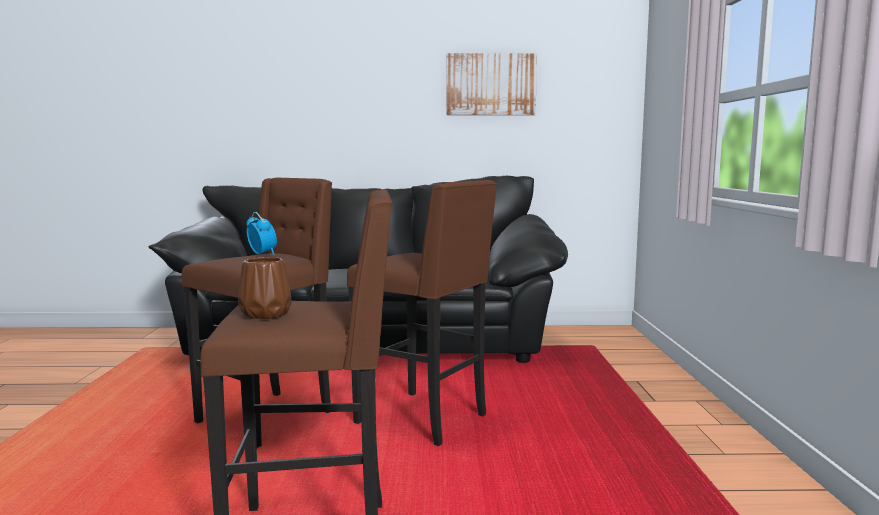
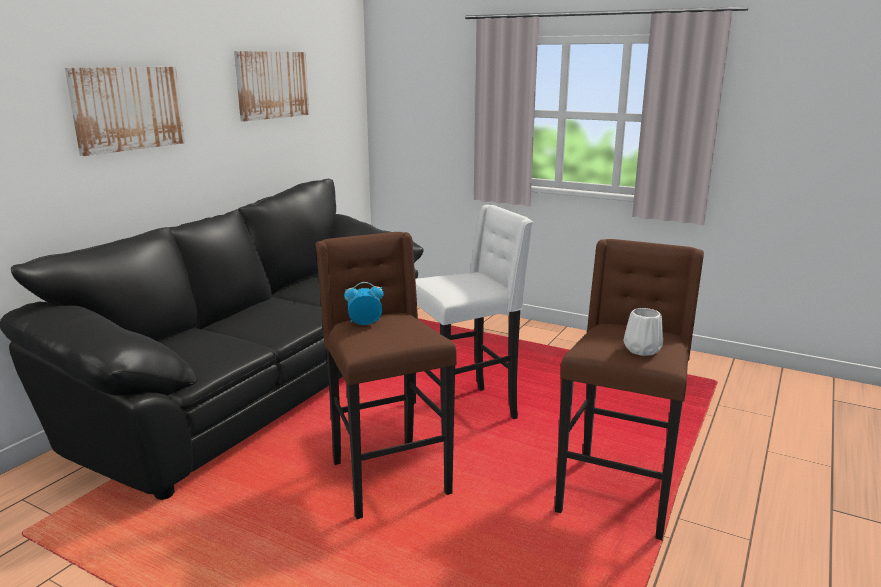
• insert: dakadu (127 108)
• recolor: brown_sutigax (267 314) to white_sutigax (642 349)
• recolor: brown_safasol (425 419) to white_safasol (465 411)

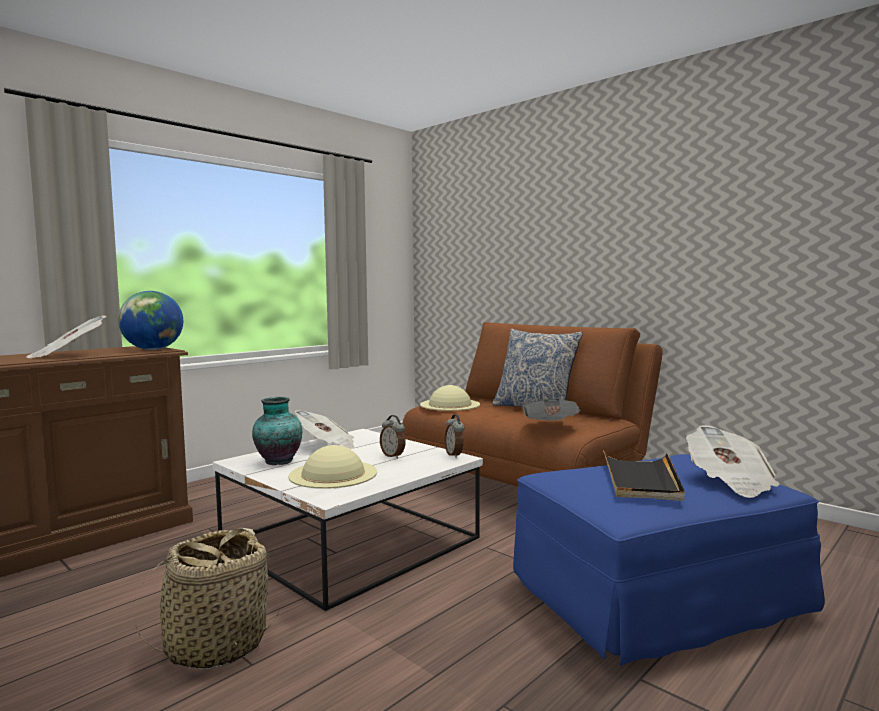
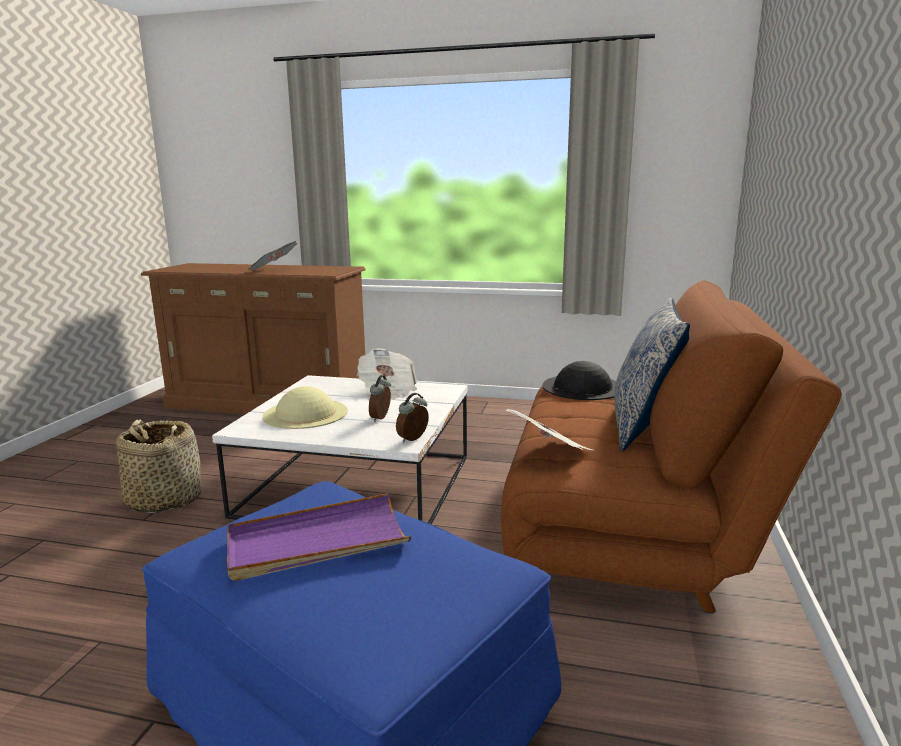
• delete: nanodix (153 349)
• delete: sutigax (277 461)
• delete: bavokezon (730 483)
• recolor: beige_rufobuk (450 404) to black_rufobuk (583 387)
• recolor: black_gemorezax (641 479) to purple_gemorezax (317 542)

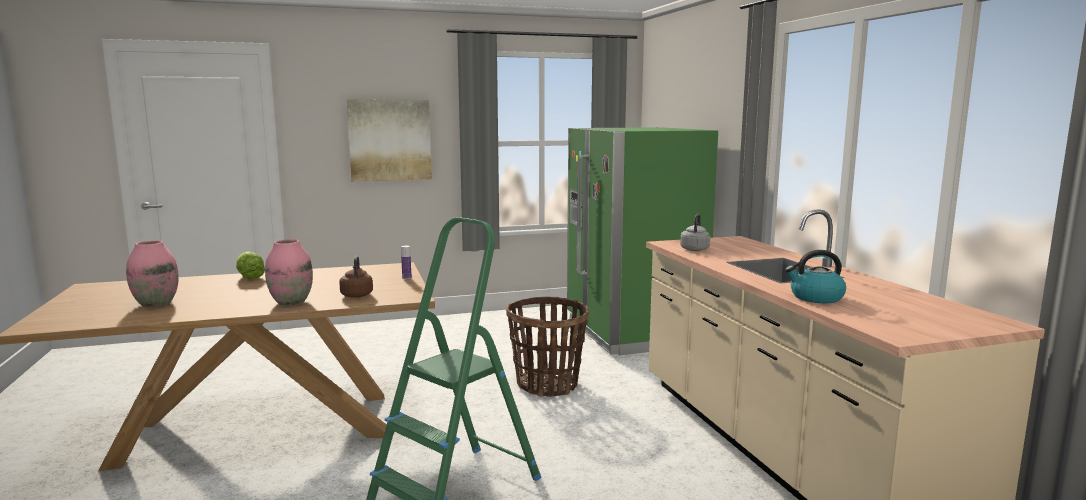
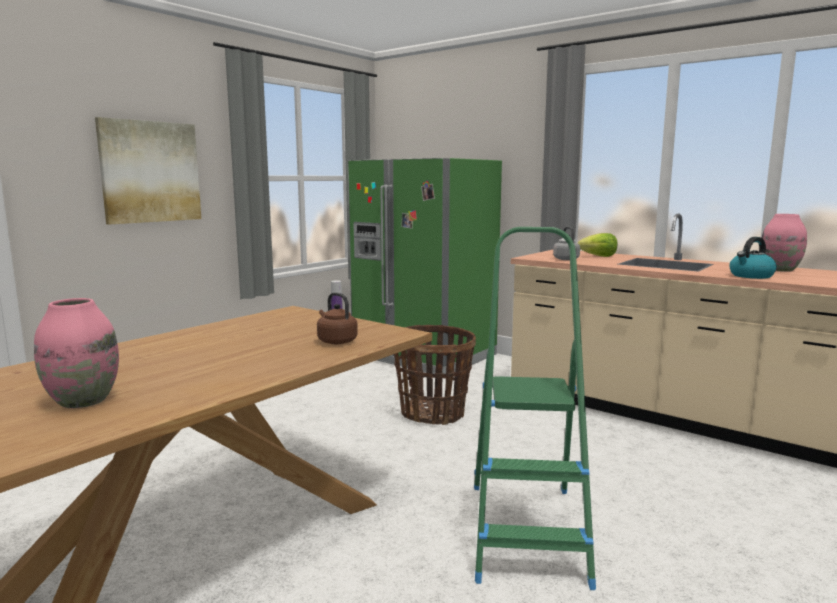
• move: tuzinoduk (249 277) to (599 256)
• move: pink_sutigax (291 302) to (780 270)

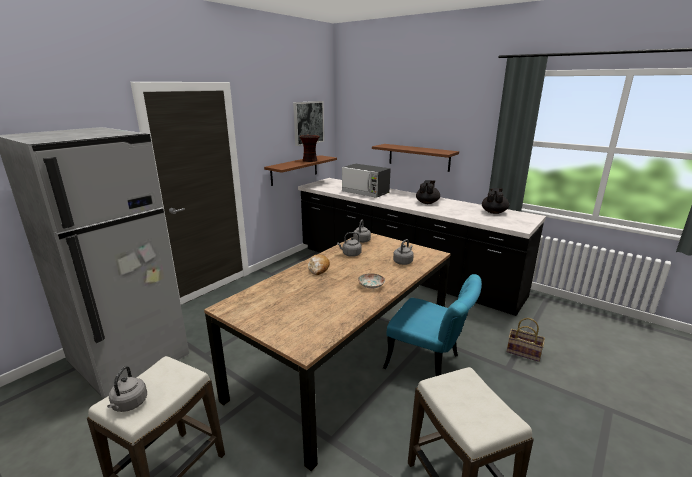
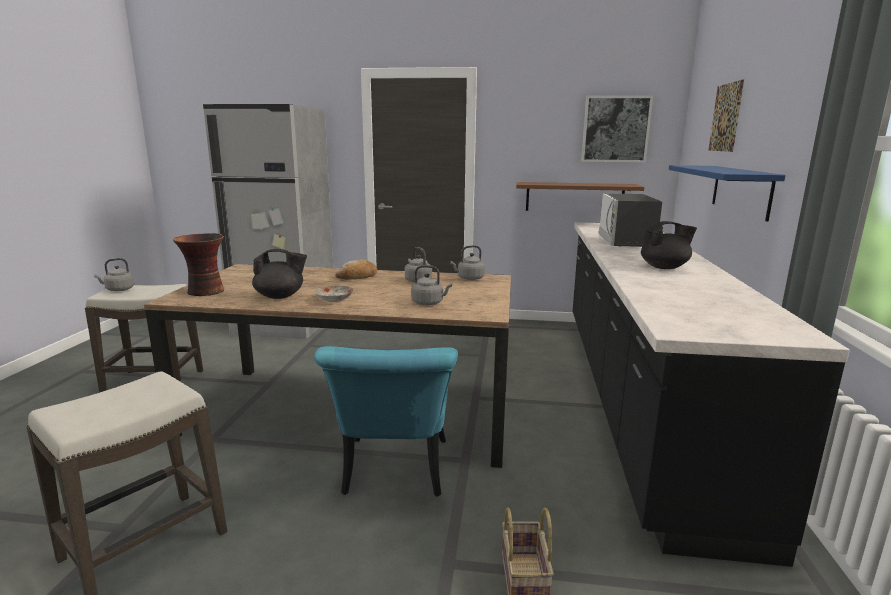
• insert: dakadu (725 117)
• move: sutigax (310 160) to (205 292)
• move: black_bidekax (494 212) to (280 296)
• recolor: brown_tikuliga (418 157) to blue_tikuliga (741 190)

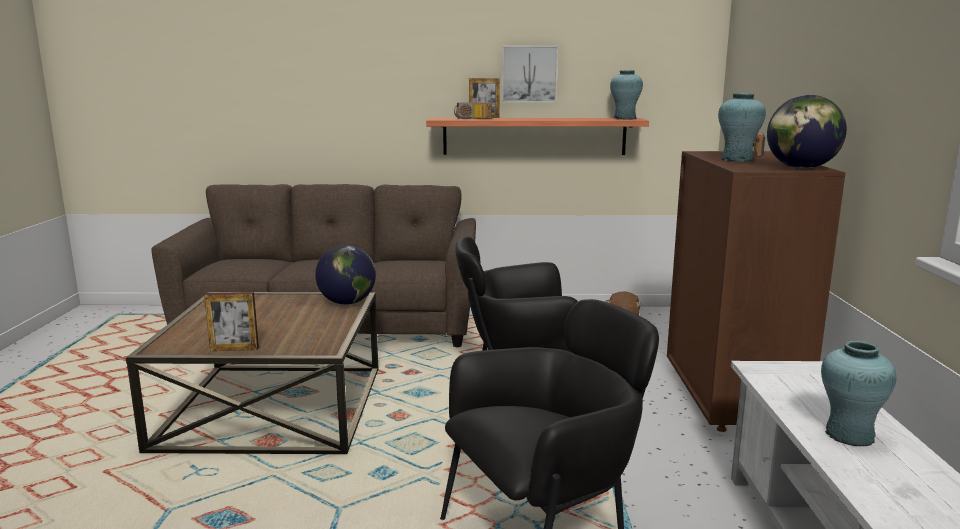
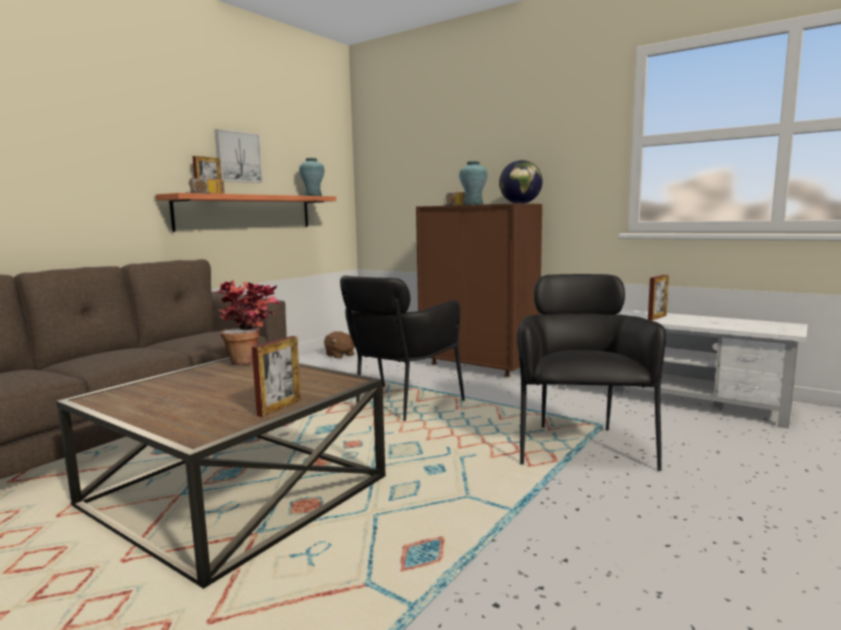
• replace: nanodix (347 302) to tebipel (252 361)
• replace: turquoise_sutigax (849 435) to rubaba (657 317)

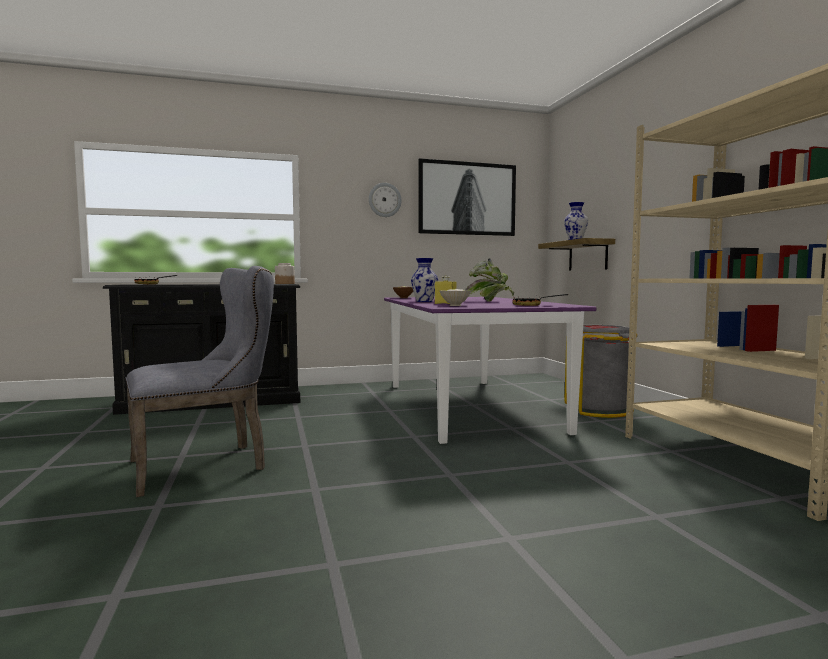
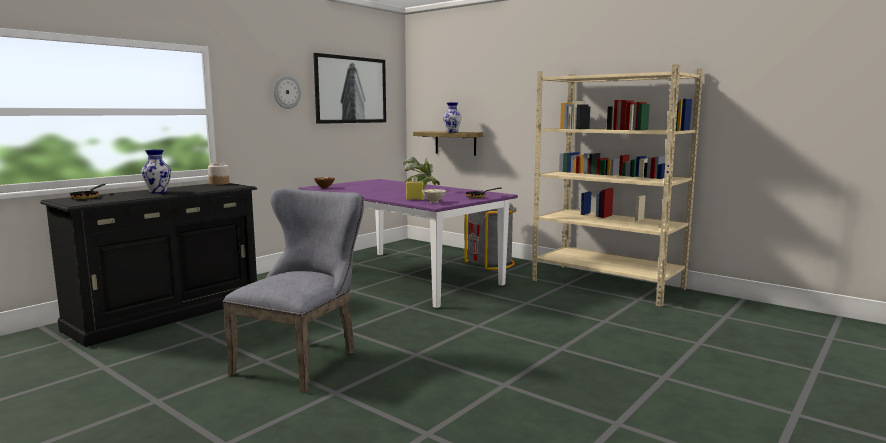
• move: sutigax (424 301) to (158 192)

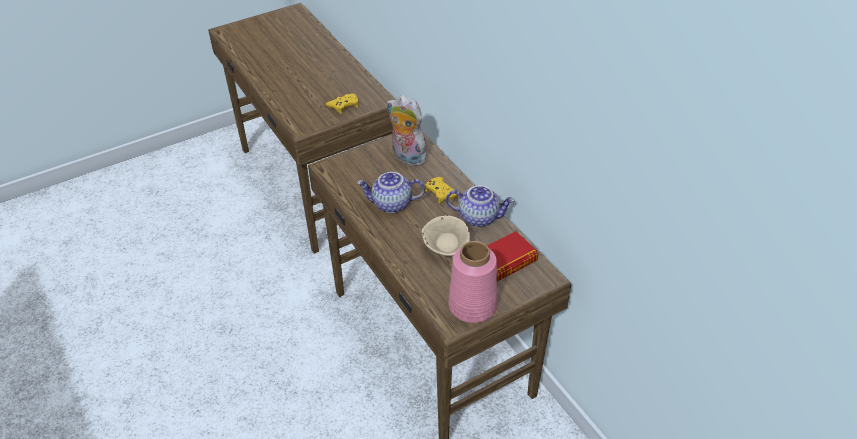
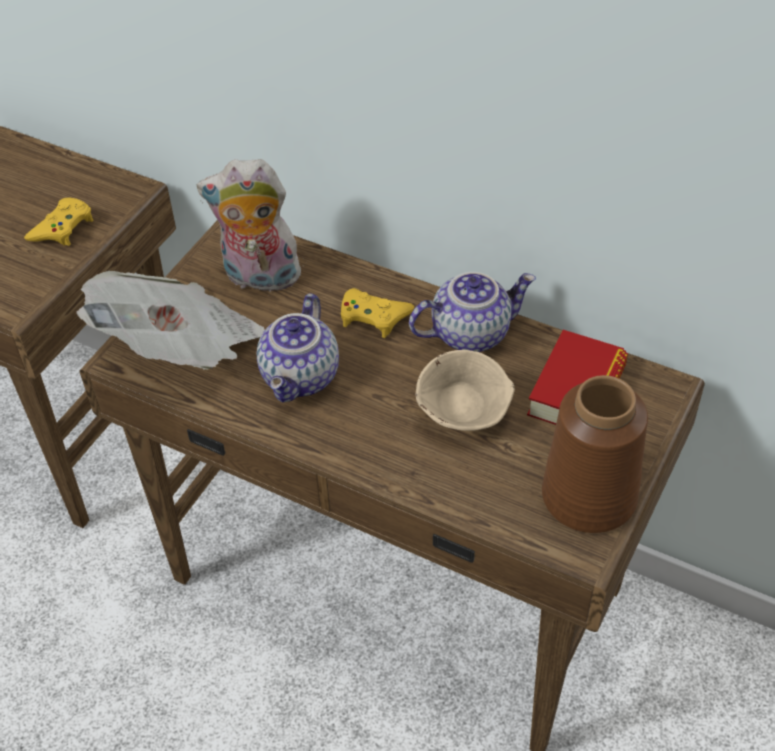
• insert: bavokezon (181 348)
• recolor: pink_sutigax (473 306) to brown_sutigax (590 496)
• rotate: bidekax (391 205) = (302 377) 45 degrees counterclockwise

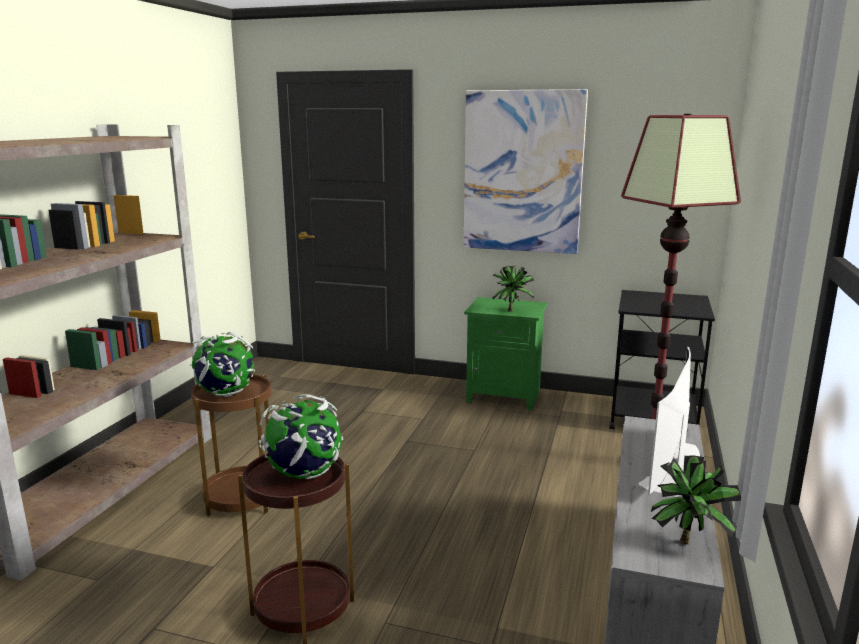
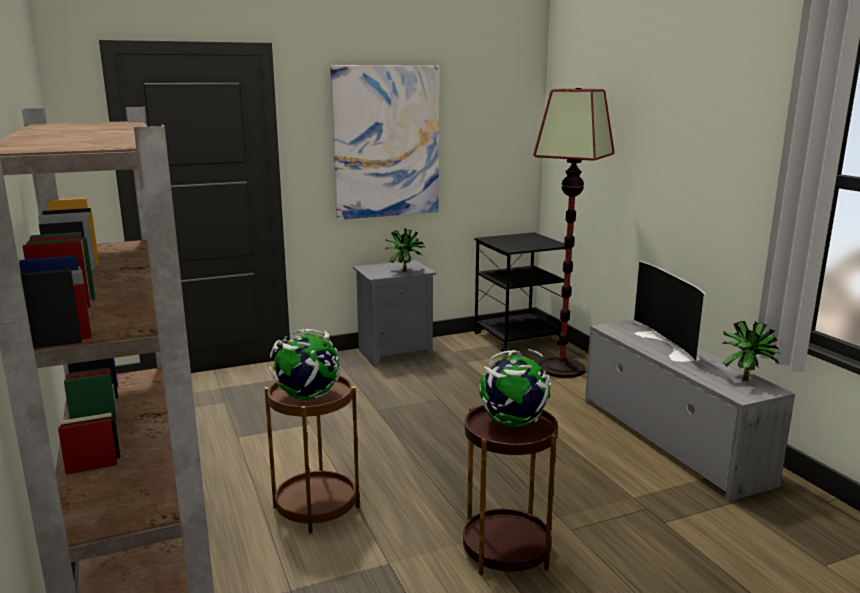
• recolor: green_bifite (505 395) to grey_bifite (395 353)

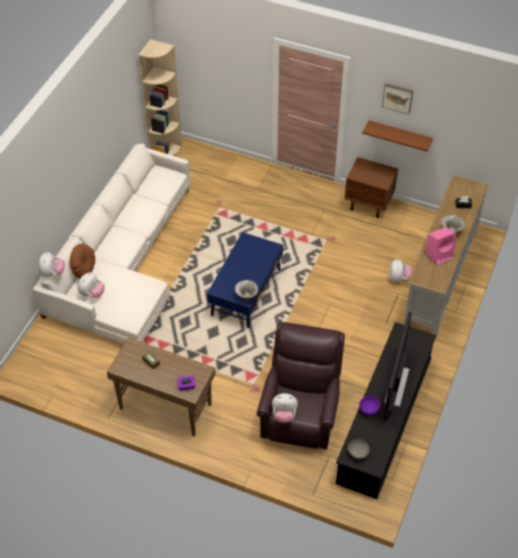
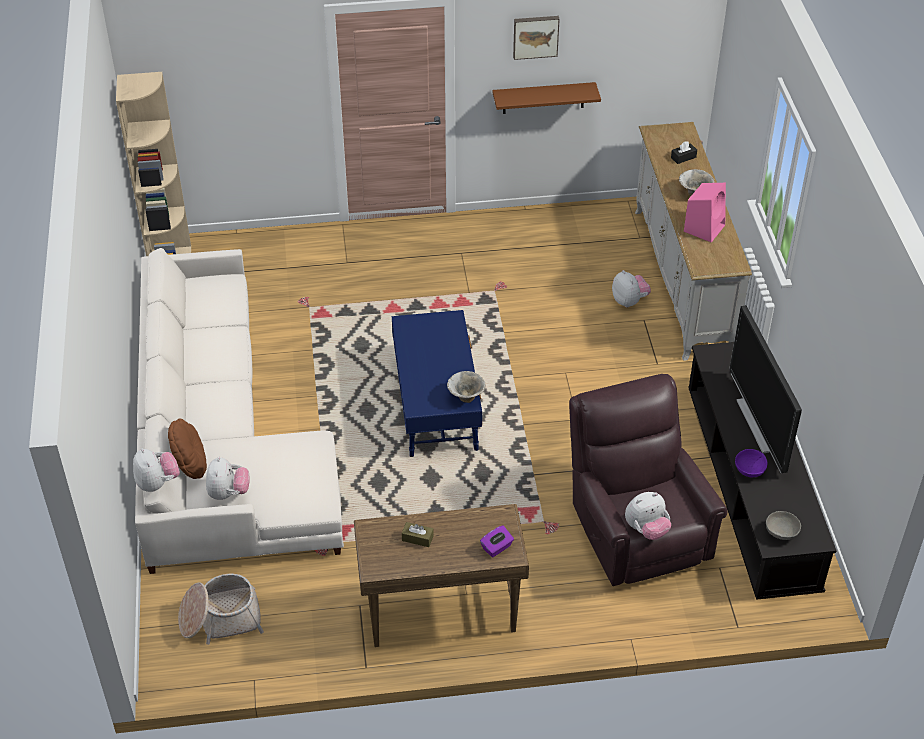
• delete: brown_bifite (369 204)
• insert: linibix (220 618)

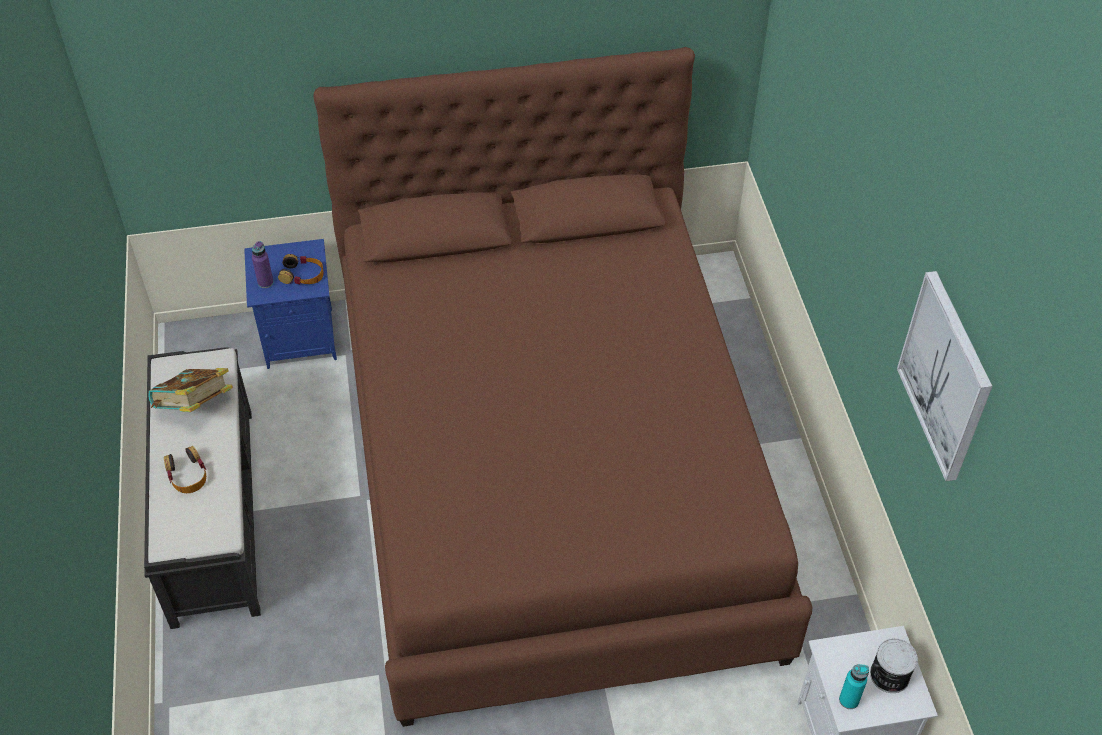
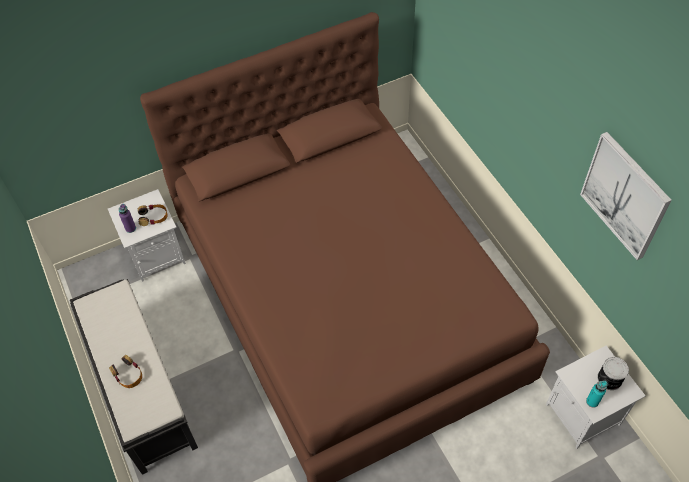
• delete: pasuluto (195 407)
• recolor: blue_bifite (302 336) to grey_bifite (157 254)

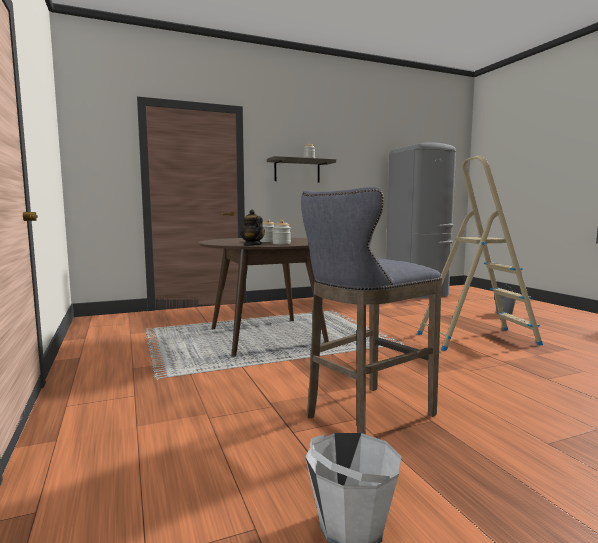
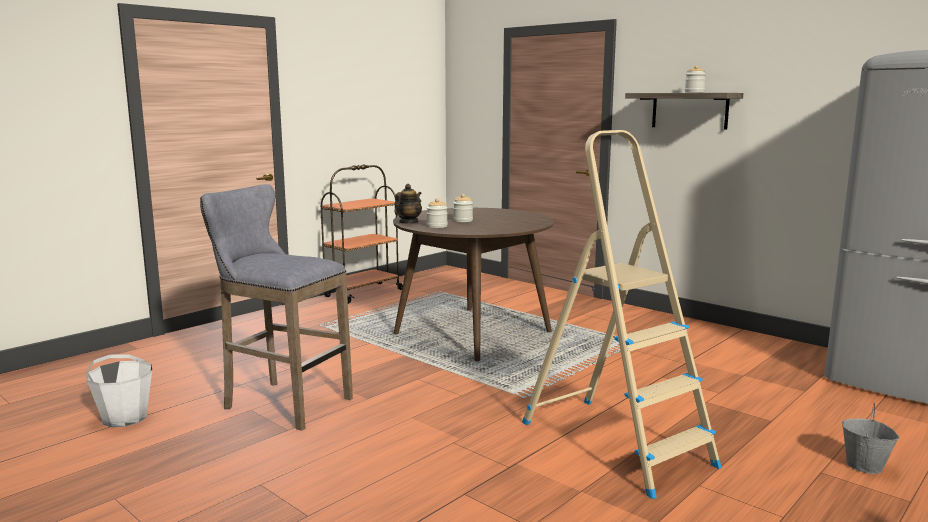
• insert: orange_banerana (362 293)

